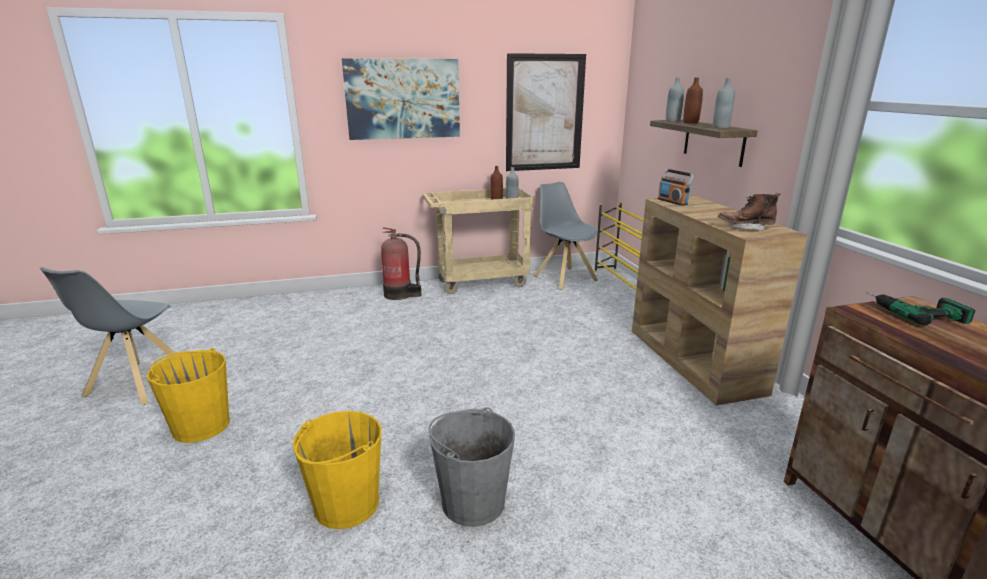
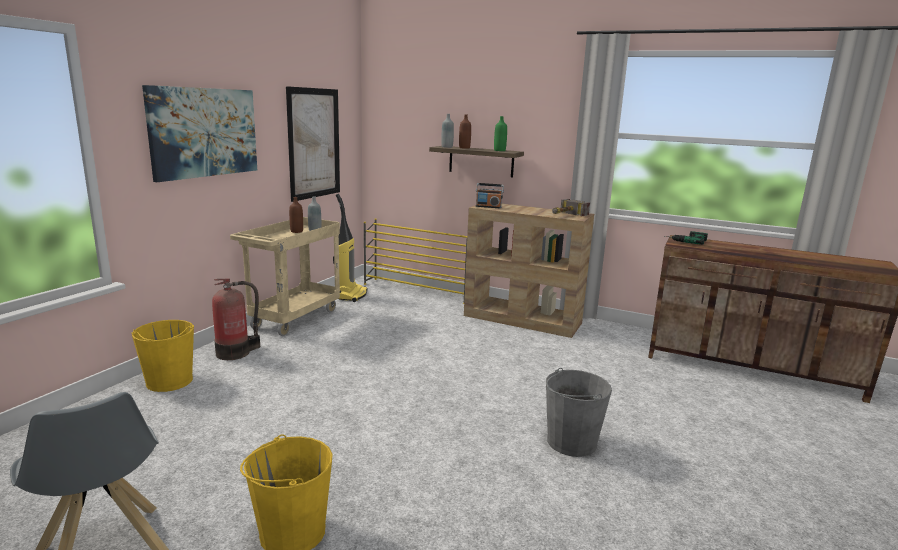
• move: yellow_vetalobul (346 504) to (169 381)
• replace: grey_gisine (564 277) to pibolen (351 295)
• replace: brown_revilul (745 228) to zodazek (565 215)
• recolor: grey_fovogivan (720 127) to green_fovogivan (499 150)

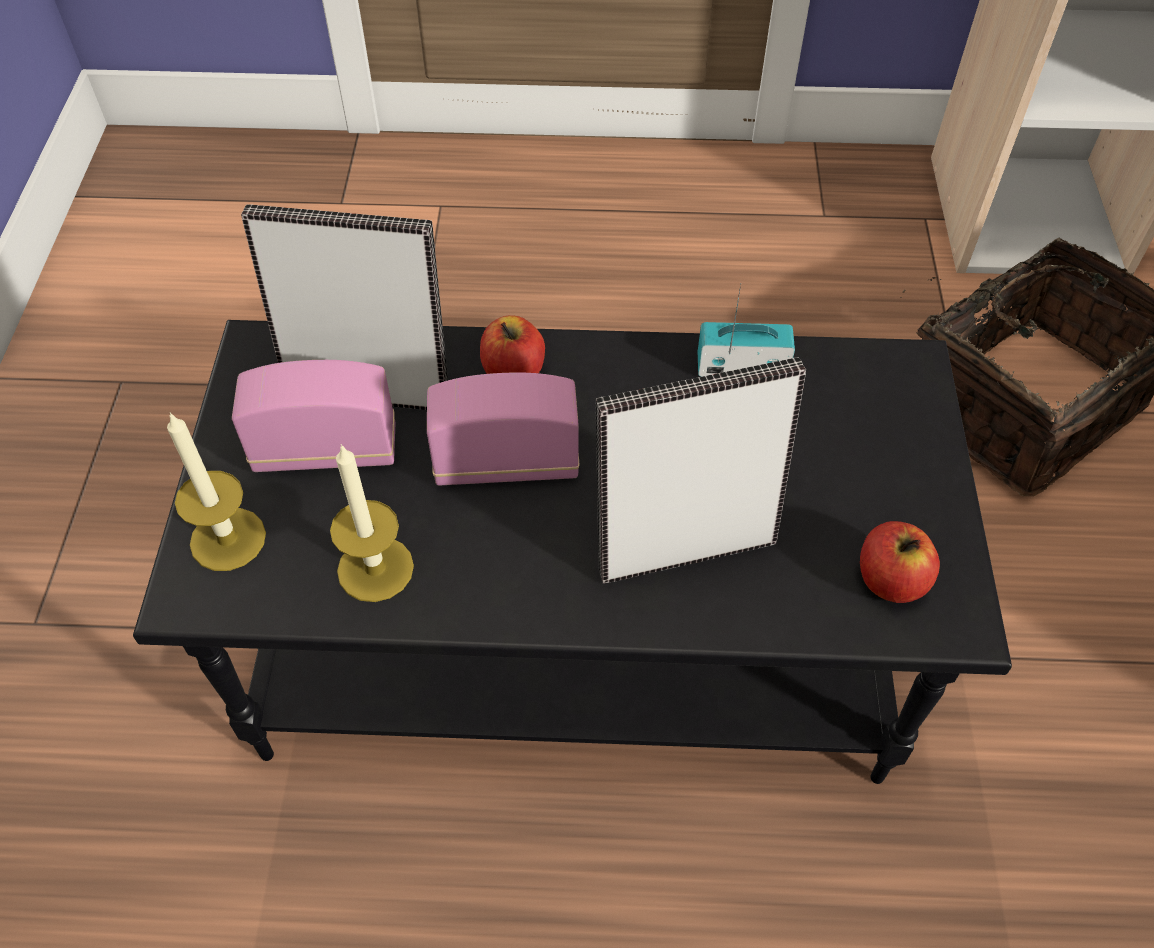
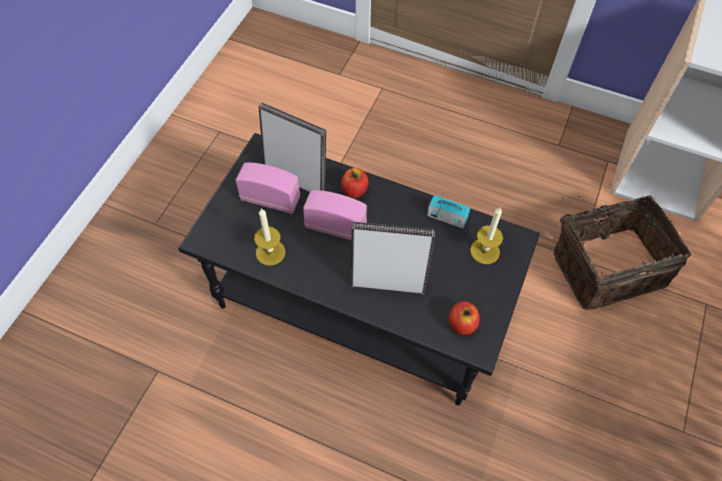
• move: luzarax (228 539) to (485 251)

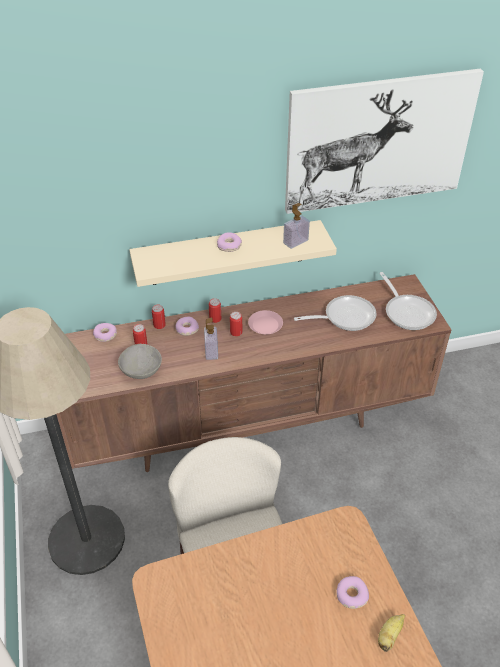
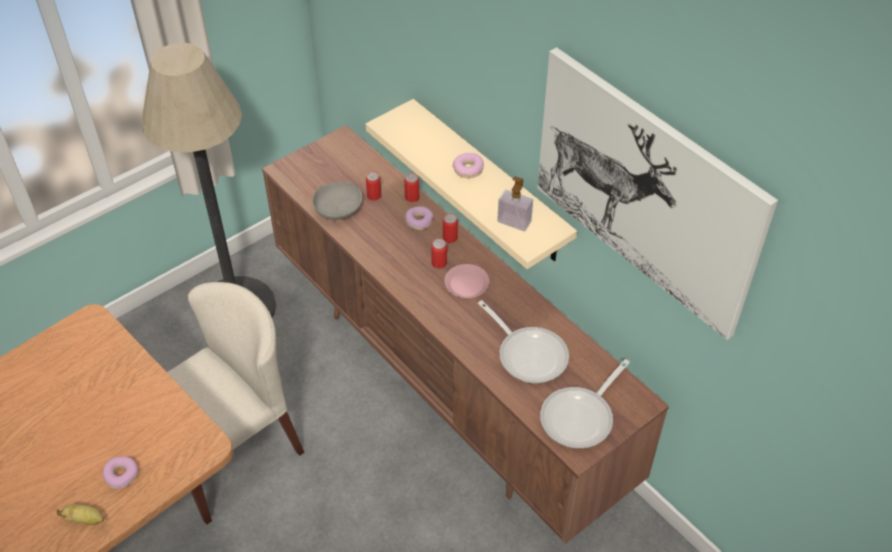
• delete: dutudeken (105 335)
• delete: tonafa (211 351)

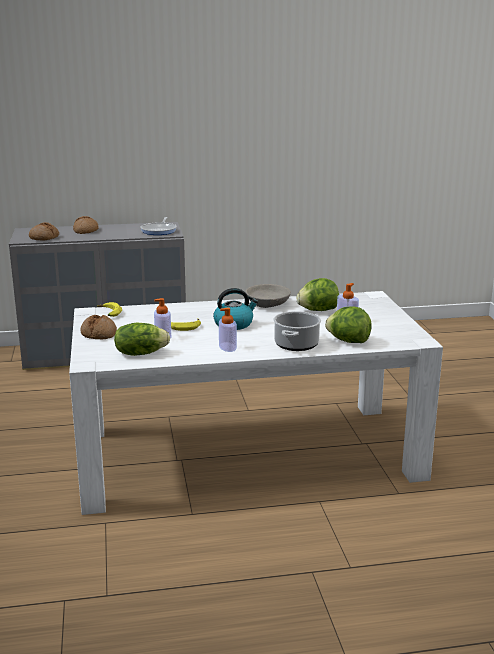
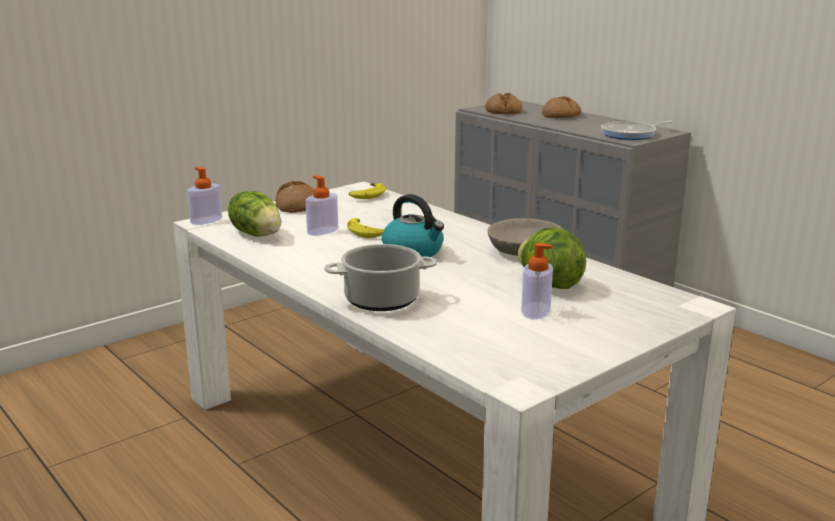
• delete: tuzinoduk (348 341)
• move: tonafa (227 347) to (206 220)

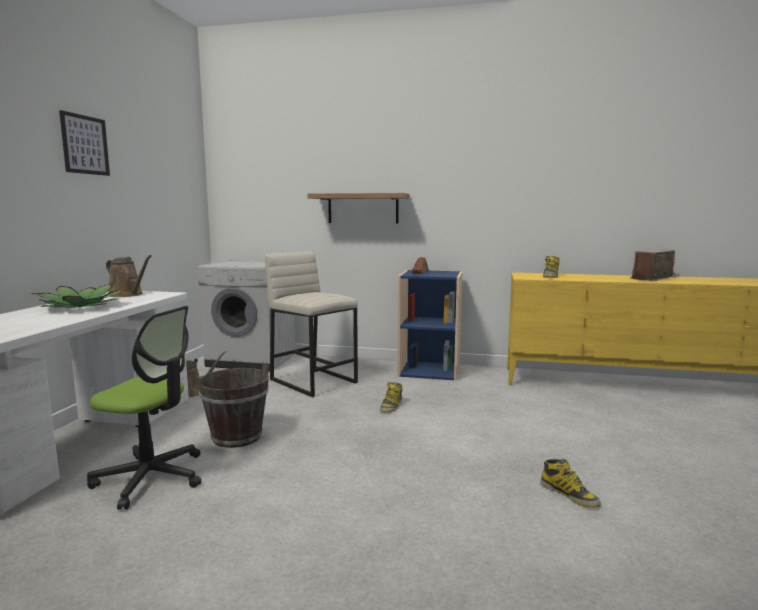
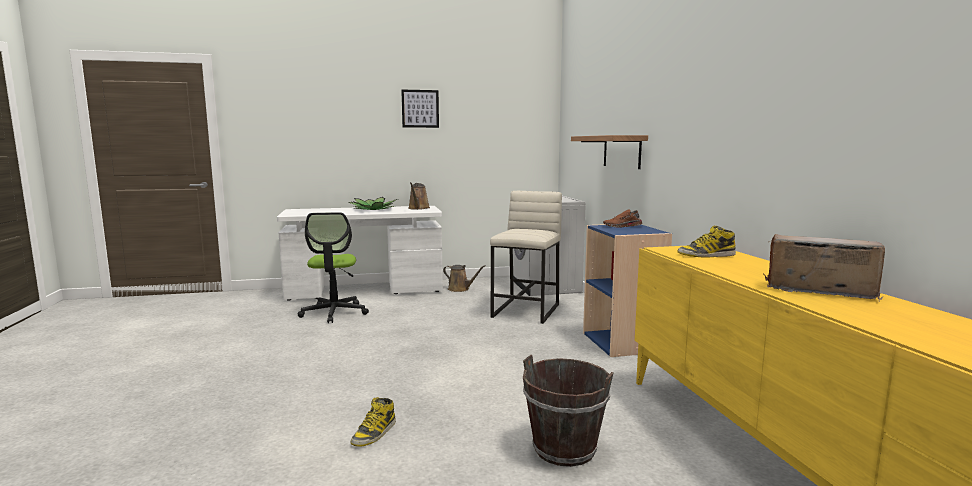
• delete: revilul (391 406)
• move: brown_vetalobul (237 437) to (564 449)

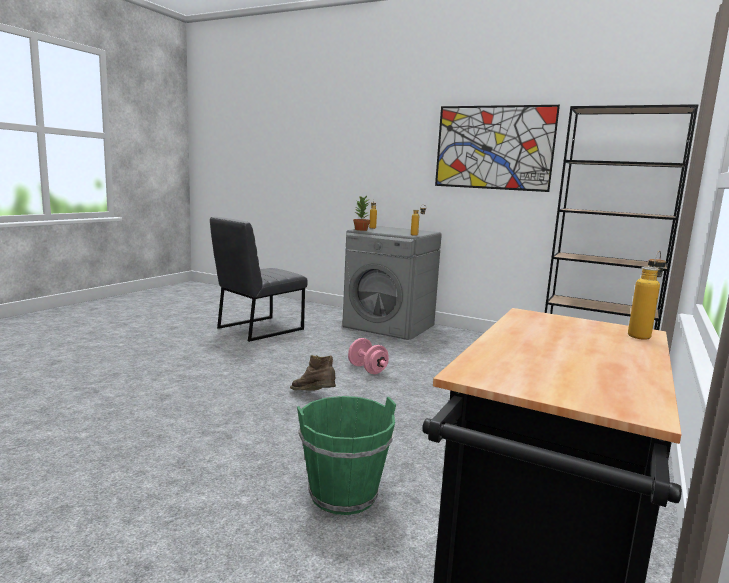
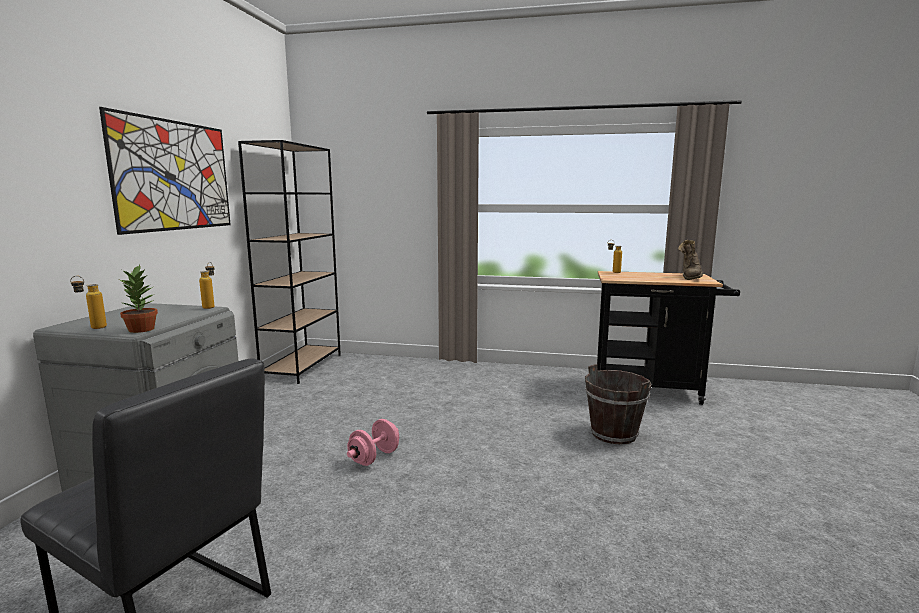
• move: brown_revilul (313 396) to (690 277)
• recolor: green_vetalobul (343 495) to brown_vetalobul (614 434)

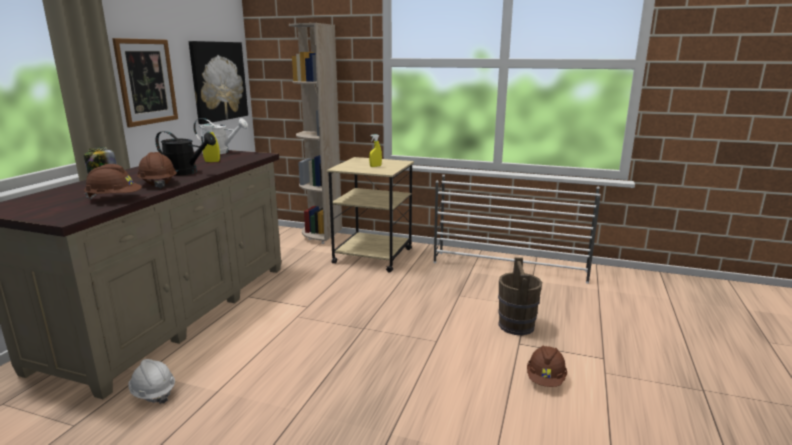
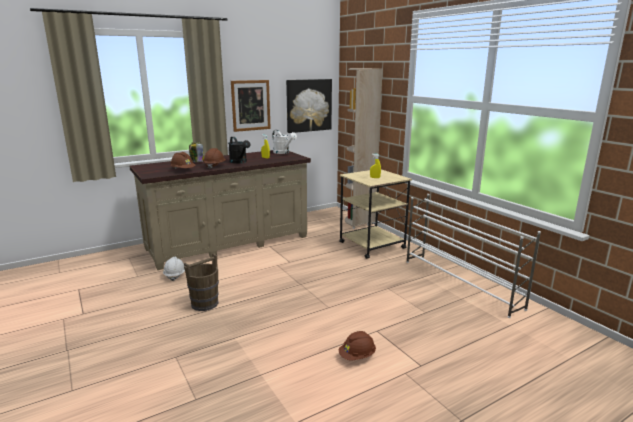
• move: brown_vetalobul (516 326) to (204 304)

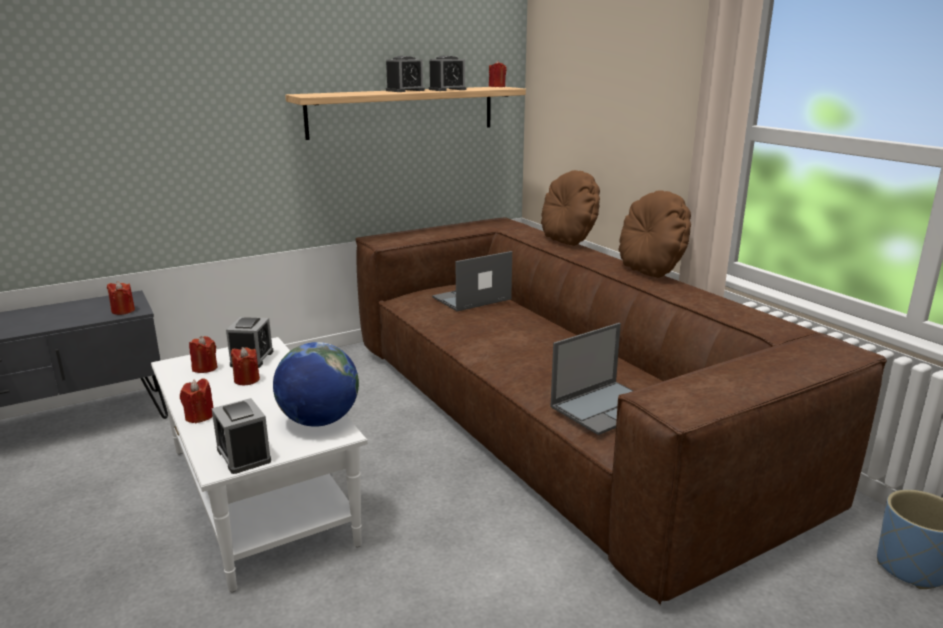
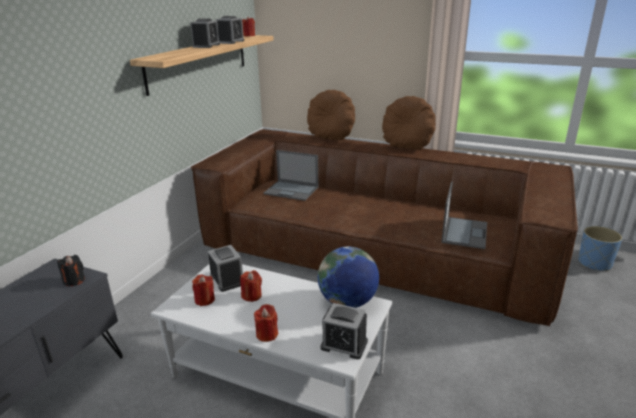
• recolor: red_luzarax (123 311) to black_luzarax (74 280)
• rotate: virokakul (471 298) = (292 190) 90 degrees counterclockwise

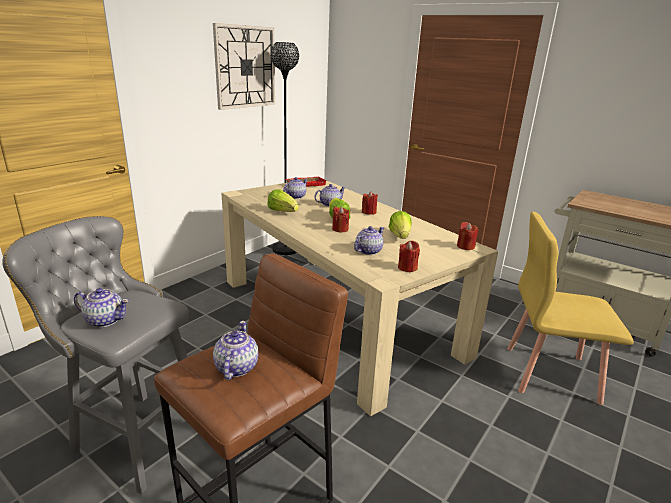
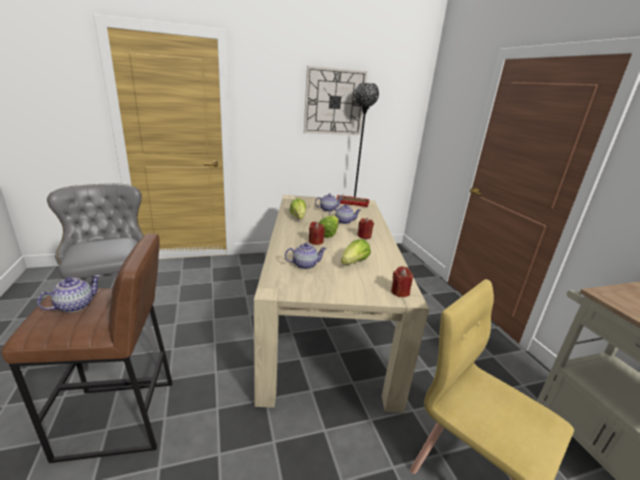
• delete: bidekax (105 320)
• delete: red_luzarax (407 268)

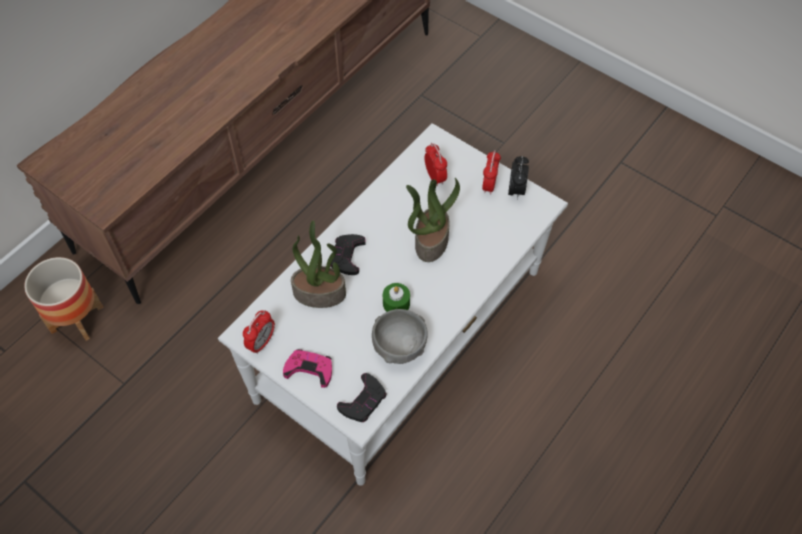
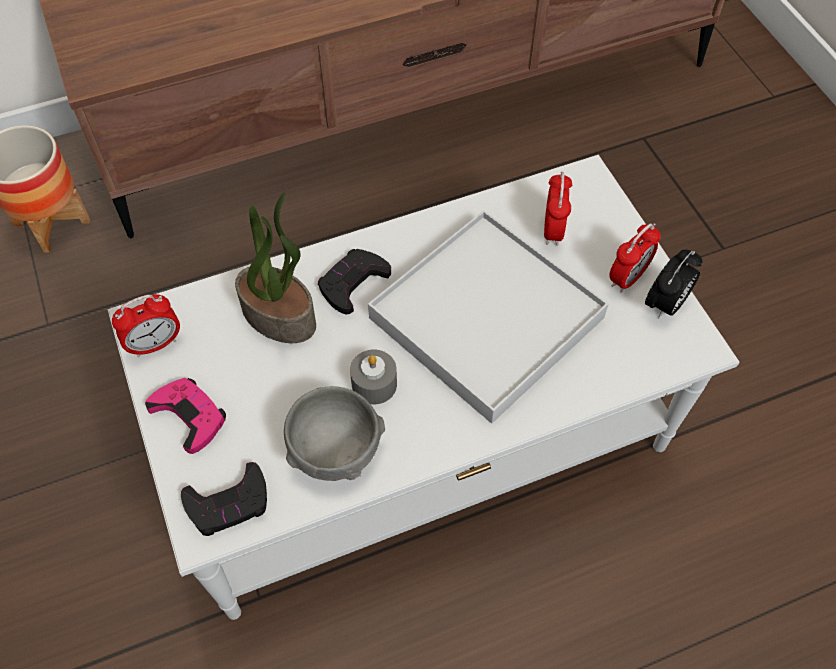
• replace: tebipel (431 240) to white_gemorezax (486 317)
• recolor: green_luzarax (396 303) to grey_luzarax (374 384)

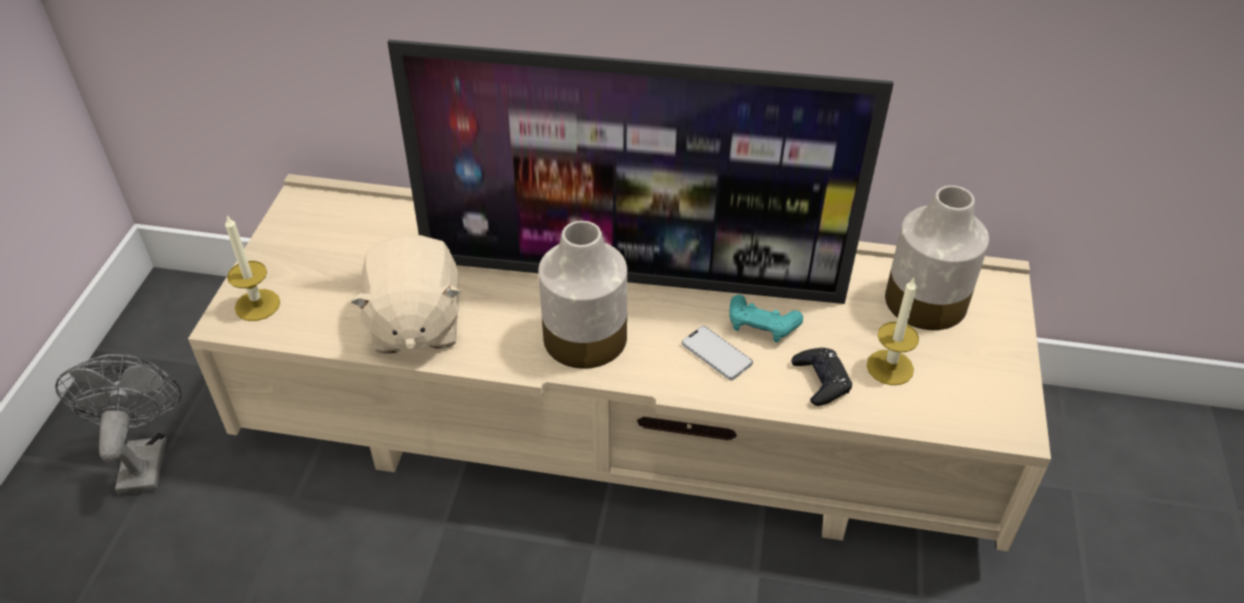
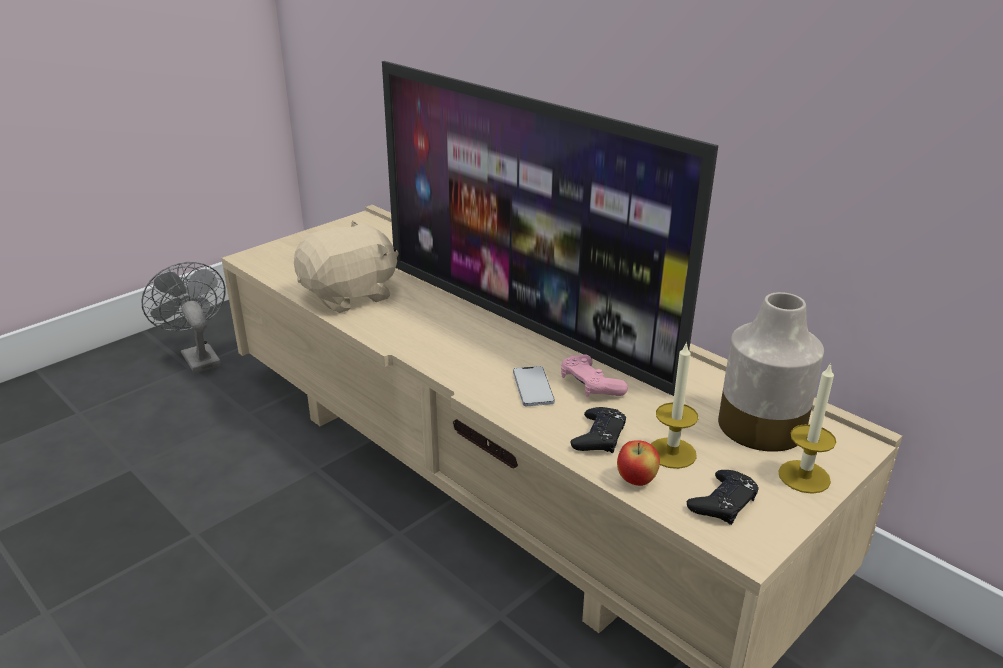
• delete: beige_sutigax (584 337)
• insert: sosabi (636 480)
• insert: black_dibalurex (722 502)
• move: luzarax (257 305) to (804 476)
• recolor: turquoise_dibalurex (761 326) to pink_dibalurex (590 385)
• rotate: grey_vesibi (144 457) = (198 357) 60 degrees counterclockwise
• rotate: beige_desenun (414 324) = (350 295) 150 degrees counterclockwise

